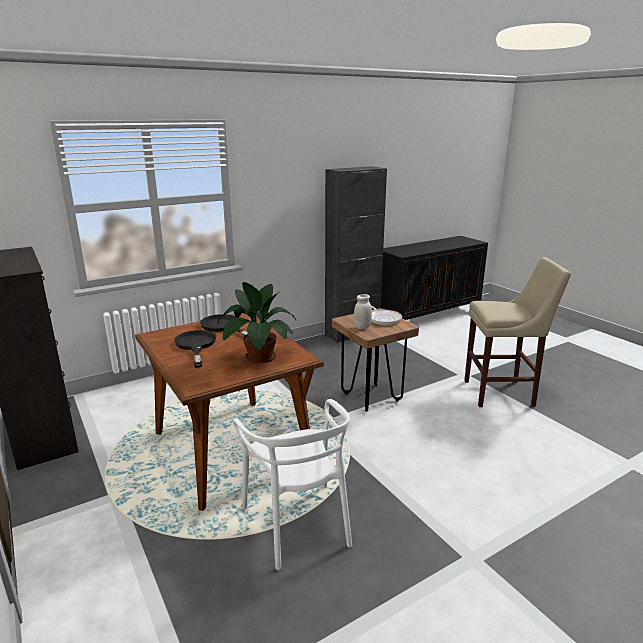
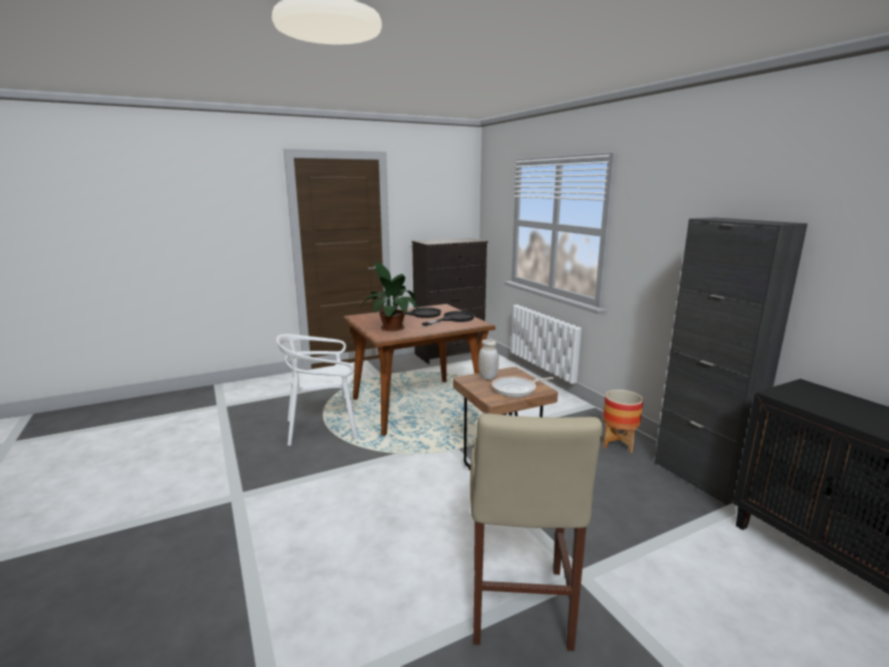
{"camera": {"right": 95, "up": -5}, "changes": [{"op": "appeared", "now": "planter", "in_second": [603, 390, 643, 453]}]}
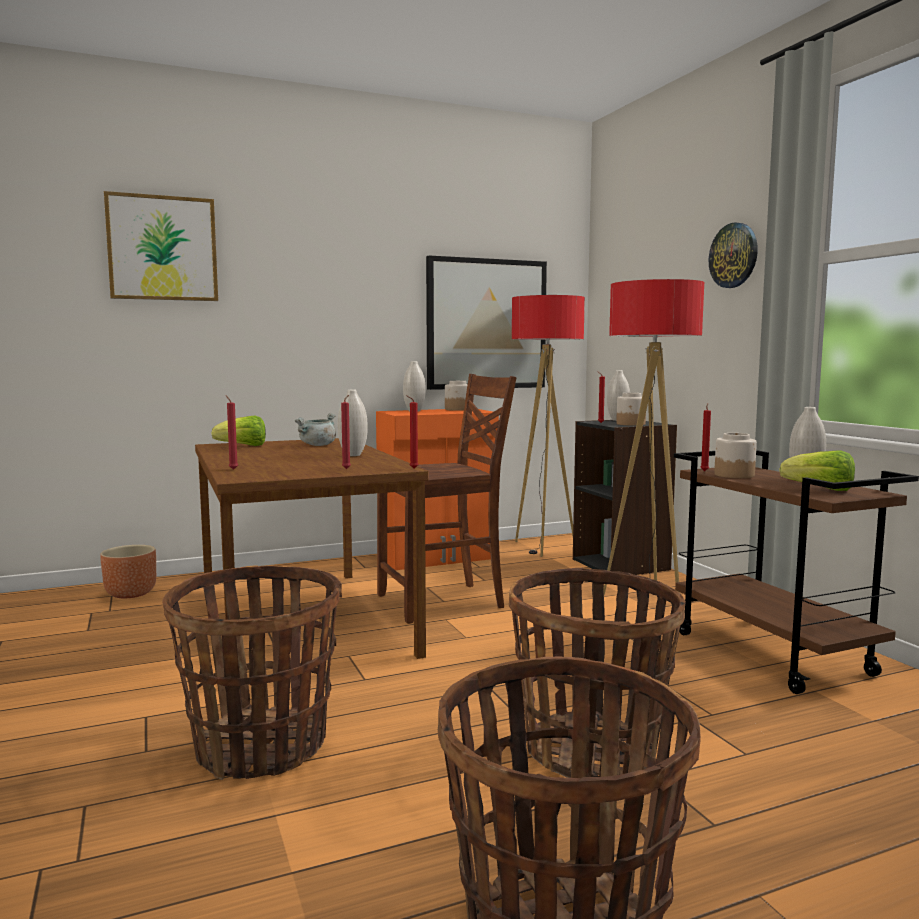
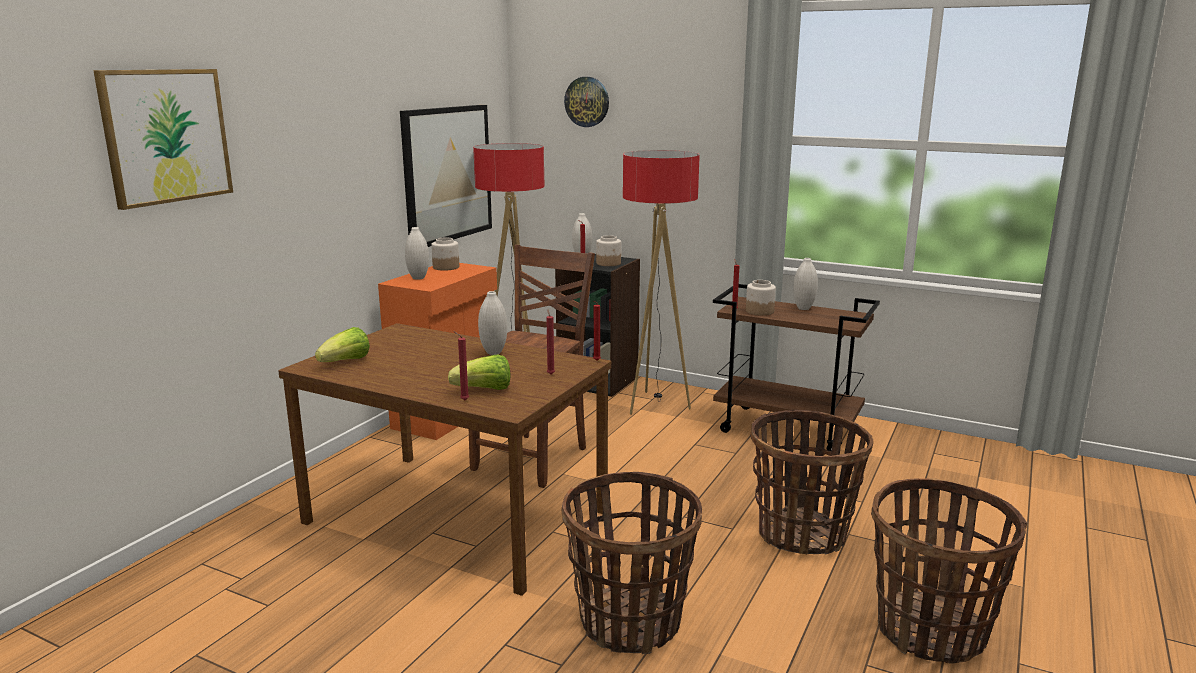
{"camera": {"right": -40, "up": 10}, "changes": [{"op": "missing", "was": "planter in brown", "in_first": [100, 545, 156, 598]}, {"op": "missing", "was": "saucepot in grey", "in_first": [295, 413, 336, 446]}, {"op": "relocated", "was": "wall clock", "in_first": [709, 222, 758, 288], "in_second": [564, 77, 609, 127]}, {"op": "relocated", "was": "lettuce head", "in_first": [779, 451, 855, 491], "in_second": [448, 354, 510, 390]}]}
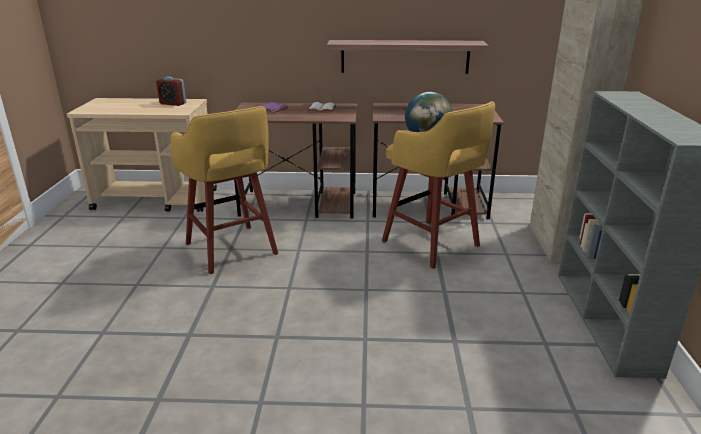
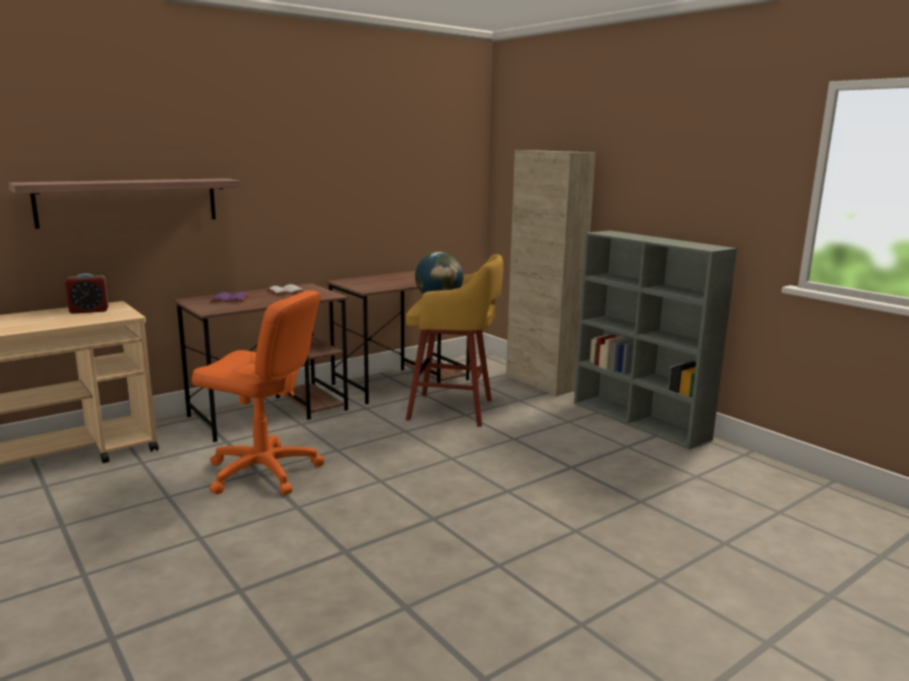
{"camera": {"right": -40, "up": -10}, "changes": [{"op": "exchanged", "was": "sitting stool in yellowish", "now": "desk chair in orangey", "in_first": [171, 106, 278, 274], "in_second": [192, 290, 324, 495]}, {"op": "relocated", "was": "wall shelf", "in_first": [327, 40, 489, 74], "in_second": [8, 178, 241, 229]}]}
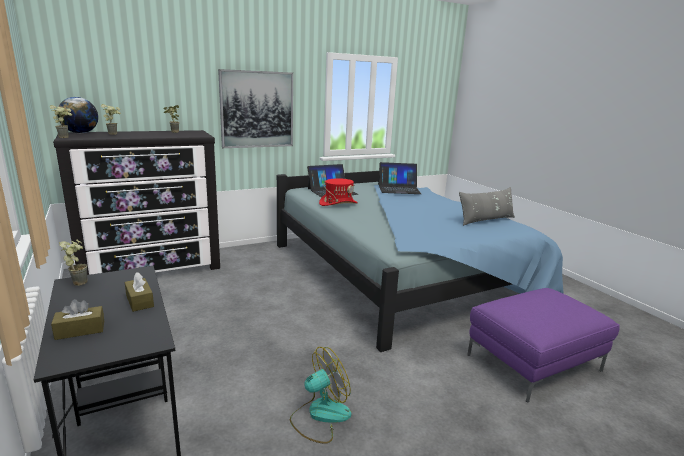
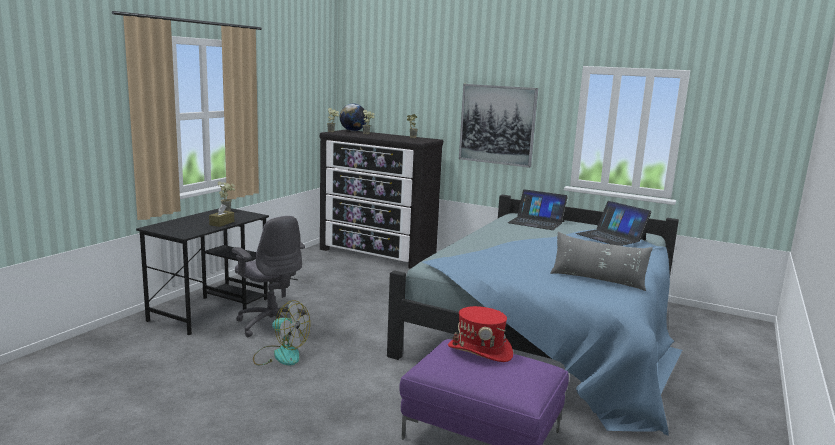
{"camera": {"right": 55, "up": -5}, "changes": [{"op": "missing", "was": "tissue holder in brown", "in_first": [51, 299, 104, 340]}, {"op": "relocated", "was": "hat in reddish", "in_first": [319, 178, 358, 206], "in_second": [448, 306, 513, 362]}, {"op": "appeared", "now": "desk chair in grey", "in_second": [232, 216, 307, 337]}]}
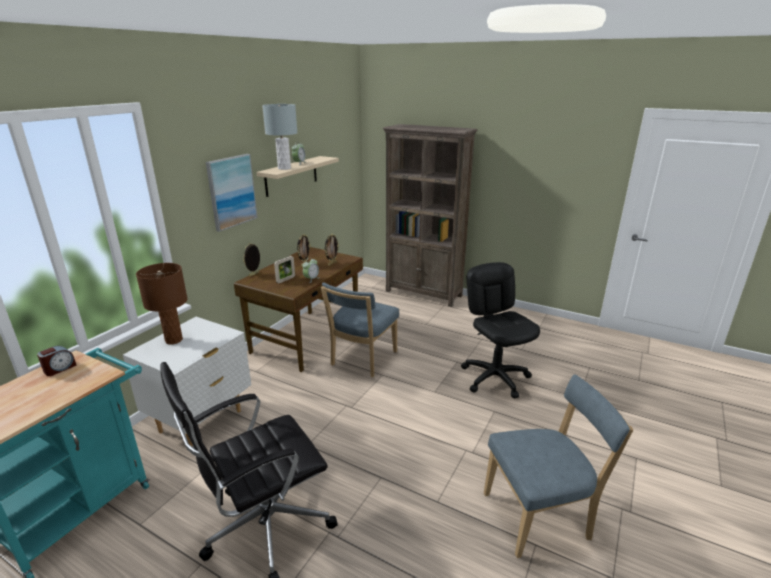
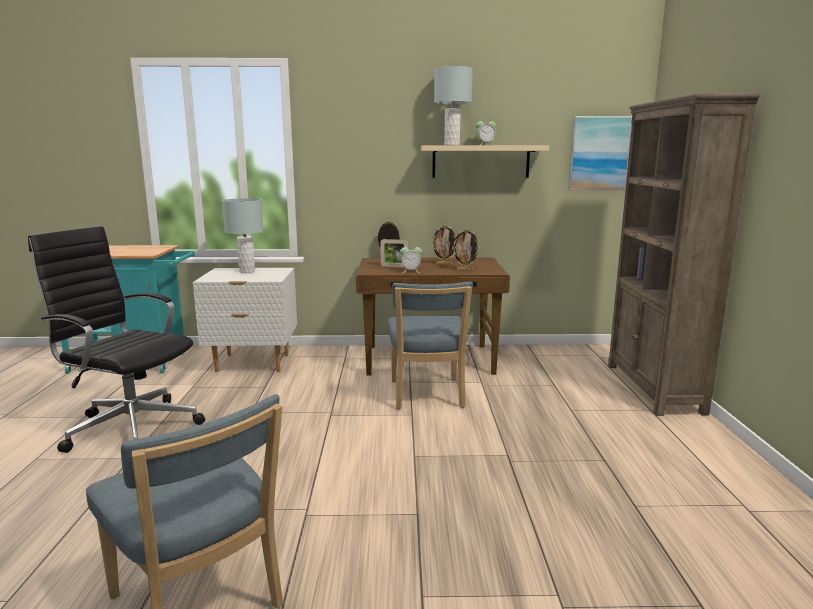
{"camera": {"right": 60, "up": -10}, "changes": [{"op": "missing", "was": "alarm clock", "in_first": [37, 346, 77, 376]}, {"op": "colour", "was": "lamp for a table in brown", "now": "lamp for a table in grey", "in_first": [136, 263, 187, 344], "in_second": [222, 198, 264, 273]}, {"op": "relocated", "was": "wall art", "in_first": [206, 154, 258, 232], "in_second": [568, 116, 632, 191]}, {"op": "spun", "was": "chair in blue", "in_first": [321, 283, 399, 377], "in_second": [388, 282, 473, 410], "clockwise": -90}, {"op": "missing", "was": "desk chair in black-coloured", "in_first": [461, 262, 540, 399]}]}
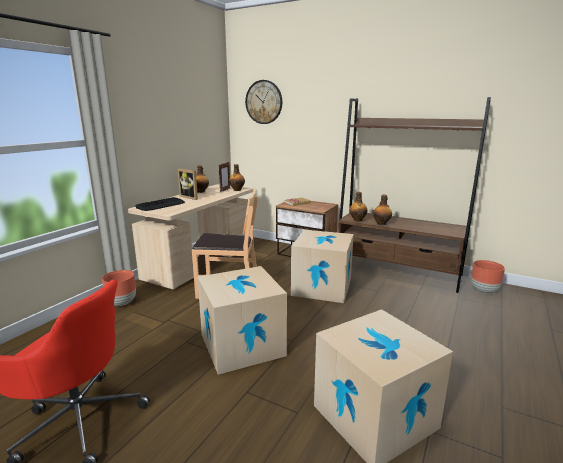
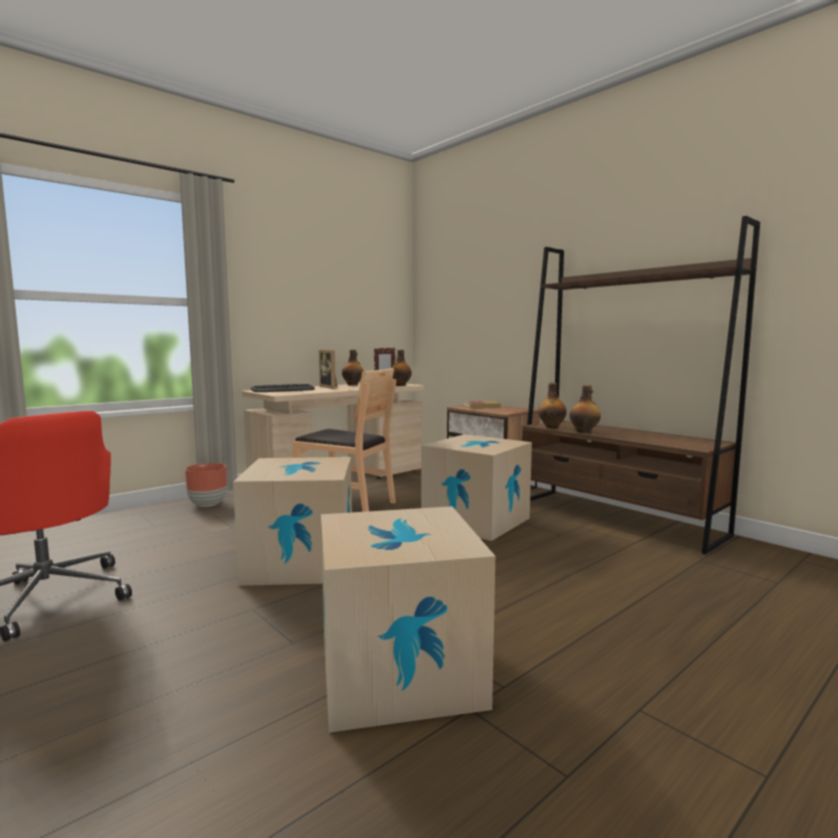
{"camera": {"right": 20, "up": -10}, "changes": [{"op": "missing", "was": "wall clock", "in_first": [245, 80, 282, 124]}, {"op": "missing", "was": "planter in brown", "in_first": [471, 260, 505, 294]}]}
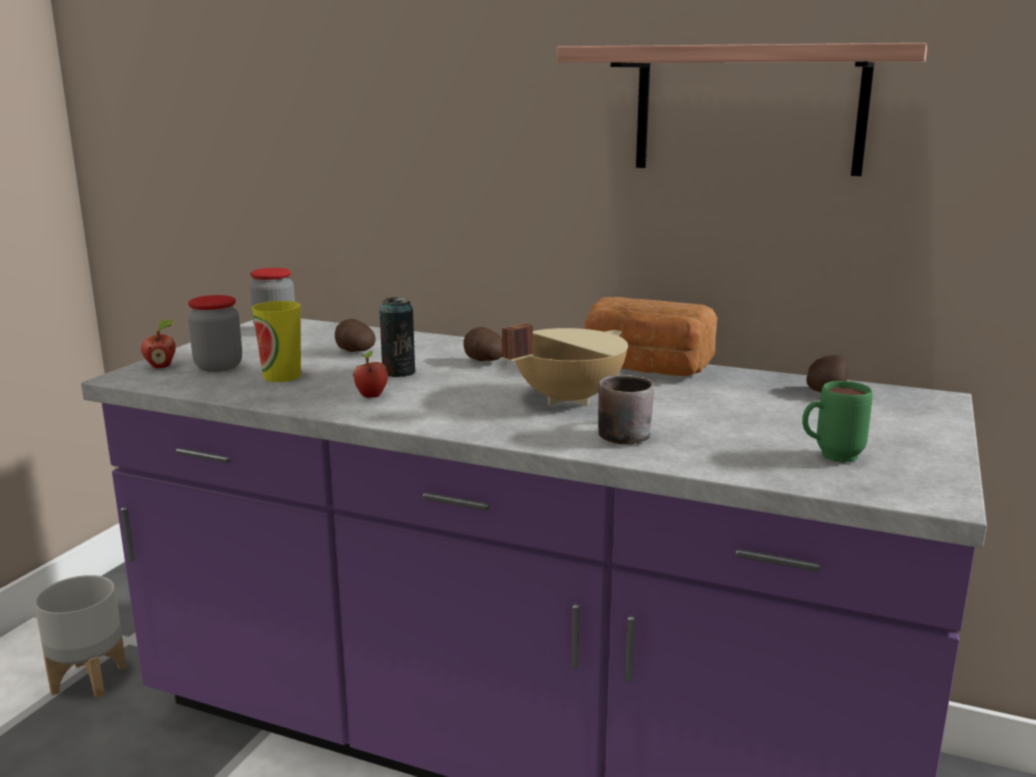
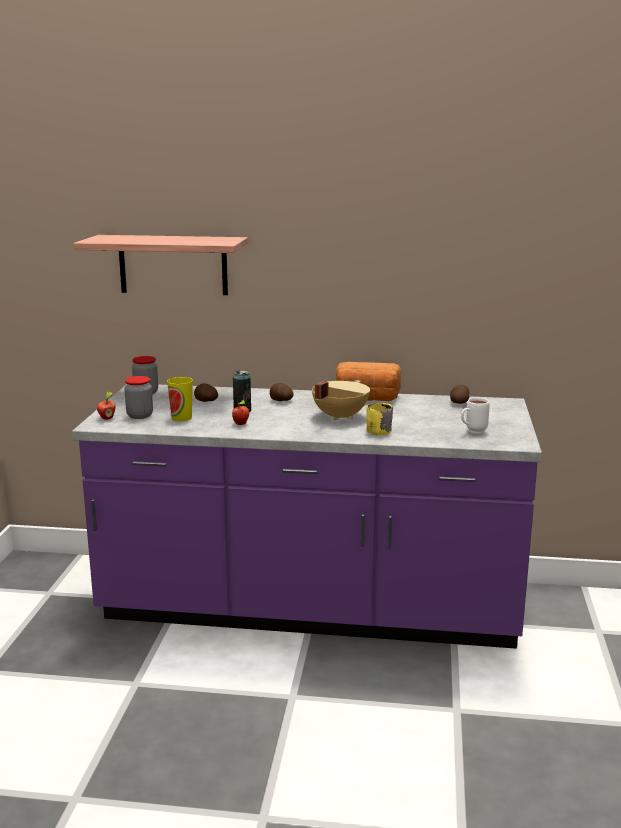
{"camera": {"right": -15, "up": 0}, "changes": [{"op": "missing", "was": "planter in grey", "in_first": [34, 575, 127, 698]}, {"op": "relocated", "was": "wall shelf", "in_first": [557, 43, 927, 176], "in_second": [74, 235, 248, 295]}, {"op": "colour", "was": "mug in brown", "now": "mug in yellowish", "in_first": [598, 375, 654, 445], "in_second": [367, 403, 393, 435]}, {"op": "colour", "was": "mug in green", "now": "mug in whitish", "in_first": [802, 381, 873, 462], "in_second": [461, 398, 490, 434]}]}
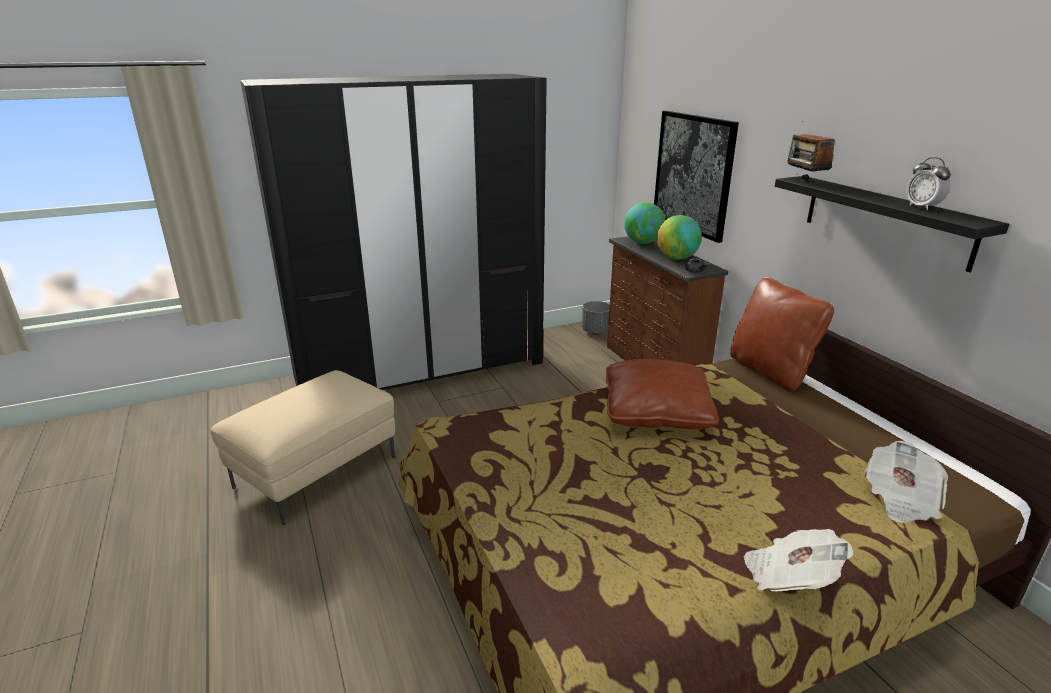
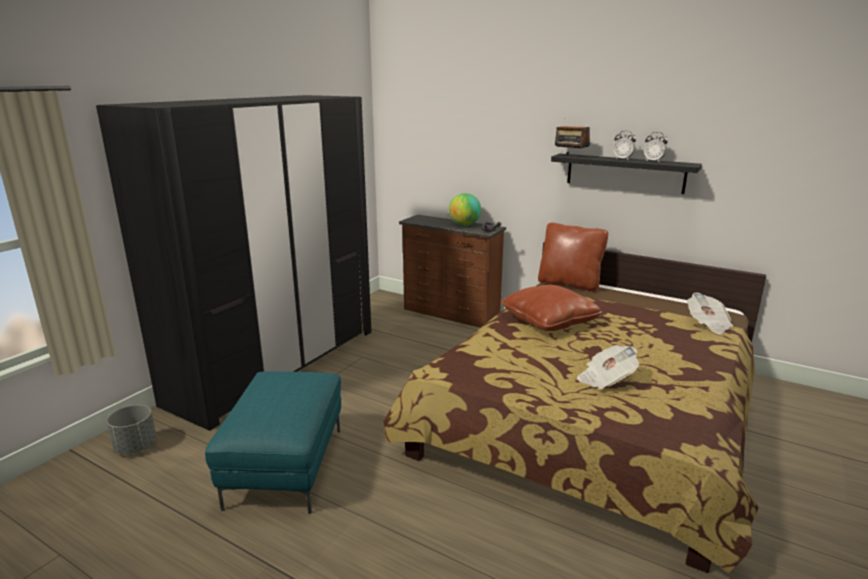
{"camera": {"right": -35, "up": -5}, "changes": [{"op": "colour", "was": "ottoman in beige-coloured", "now": "ottoman in turquoise", "in_first": [210, 370, 395, 525], "in_second": [205, 371, 341, 514]}, {"op": "relocated", "was": "planter in grey", "in_first": [582, 301, 610, 335], "in_second": [107, 405, 157, 454]}, {"op": "missing", "was": "world globe", "in_first": [624, 202, 665, 244]}, {"op": "missing", "was": "wall art", "in_first": [654, 111, 739, 243]}, {"op": "relocated", "was": "daily paper", "in_first": [744, 529, 853, 591], "in_second": [577, 345, 639, 390]}, {"op": "appeared", "now": "alarm clock", "in_second": [613, 131, 636, 160]}]}
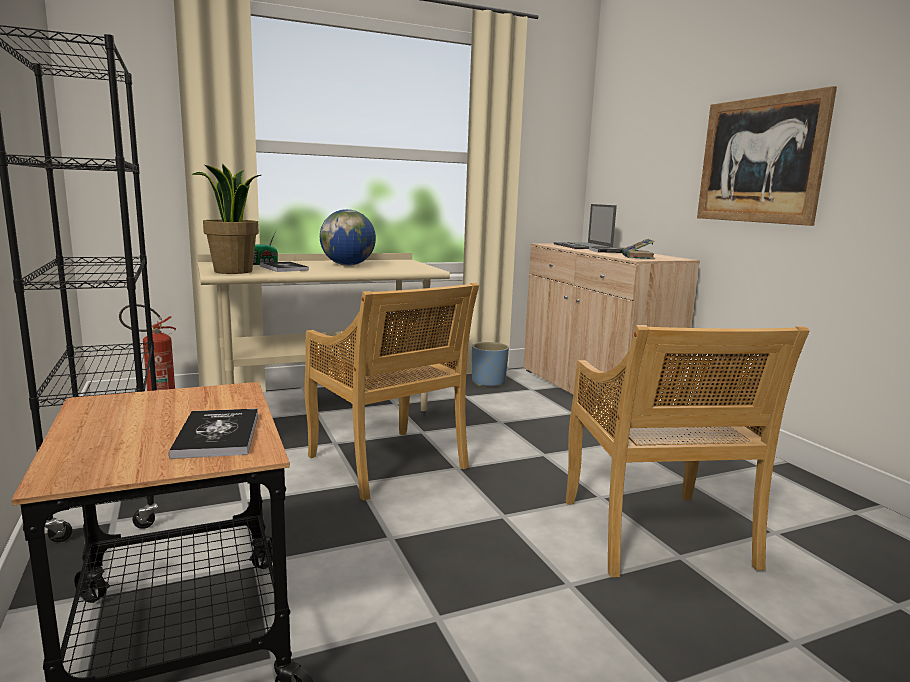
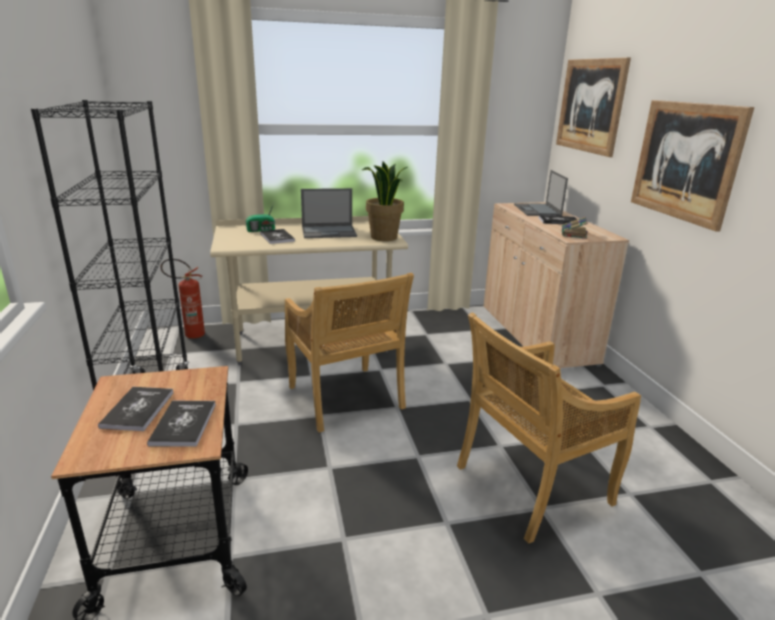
{"camera": {"right": 10, "up": 10}, "changes": [{"op": "relocated", "was": "plant in a pot", "in_first": [192, 164, 261, 274], "in_second": [362, 162, 407, 241]}, {"op": "exchanged", "was": "world globe", "now": "portable computer", "in_first": [320, 209, 376, 266], "in_second": [301, 188, 357, 238]}, {"op": "missing", "was": "planter in blue", "in_first": [472, 342, 509, 386]}, {"op": "spun", "was": "chair in beige-coloured", "in_first": [566, 325, 810, 577], "in_second": [457, 312, 641, 543], "clockwise": 60}, {"op": "appeared", "now": "book", "in_second": [98, 387, 173, 431]}, {"op": "appeared", "now": "wall art", "in_second": [556, 57, 631, 157]}]}
